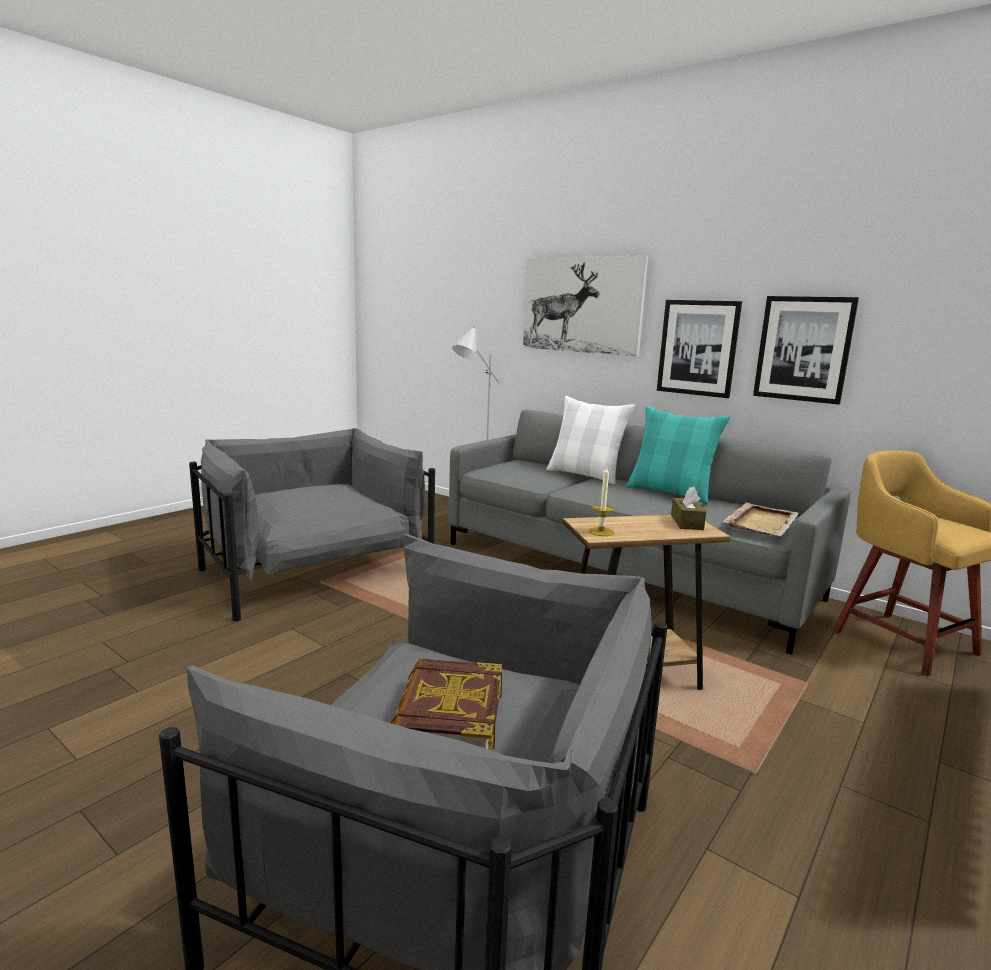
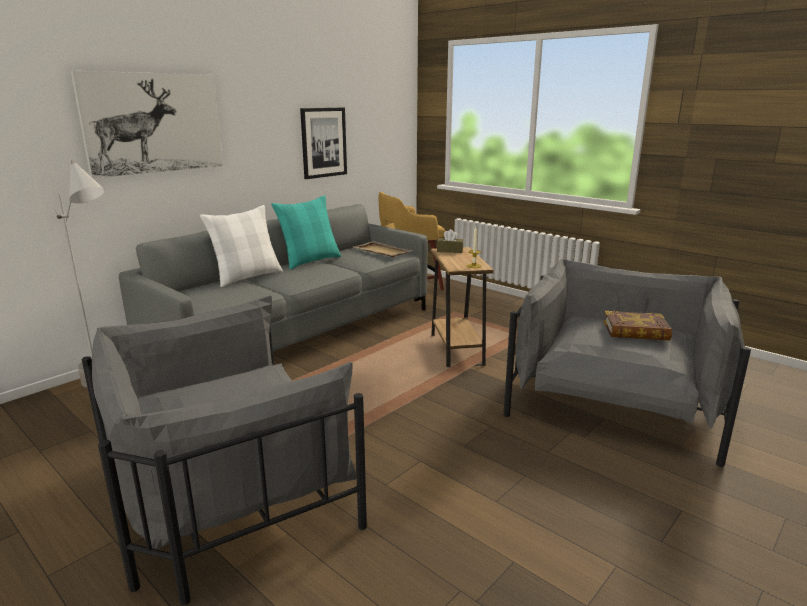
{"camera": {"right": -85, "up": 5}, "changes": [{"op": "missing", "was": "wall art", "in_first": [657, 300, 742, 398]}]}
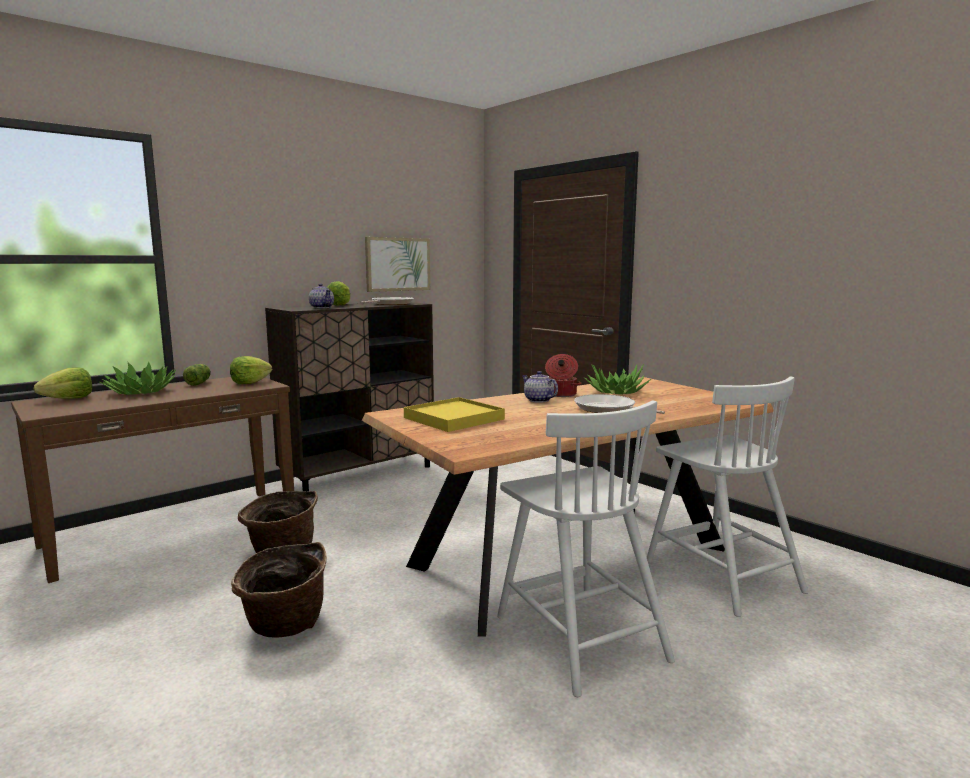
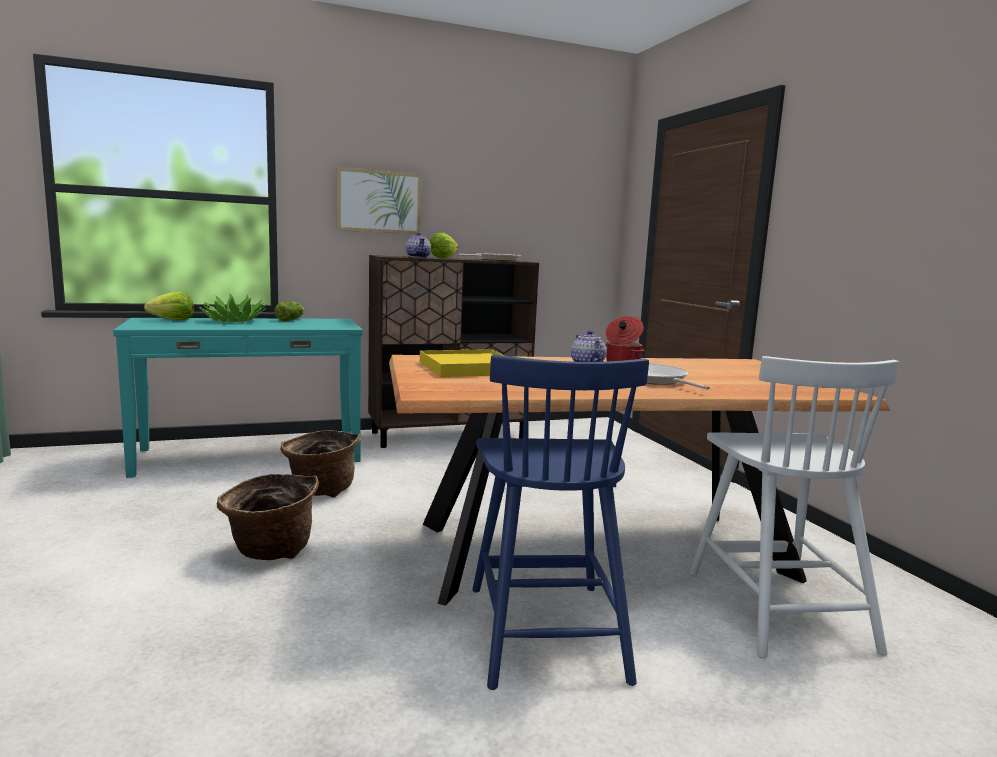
{"camera": {"right": 20, "up": 0}, "changes": [{"op": "colour", "was": "console table in brown", "now": "console table in turquoise", "in_first": [11, 377, 294, 583], "in_second": [113, 318, 363, 478]}, {"op": "missing", "was": "lettuce head", "in_first": [230, 356, 272, 384]}, {"op": "relocated", "was": "wall art", "in_first": [365, 237, 430, 292], "in_second": [336, 167, 422, 234]}, {"op": "colour", "was": "chair in whitish", "now": "chair in blue", "in_first": [497, 400, 675, 697], "in_second": [472, 355, 649, 690]}, {"op": "missing", "was": "plant in a pot", "in_first": [584, 364, 651, 394]}]}
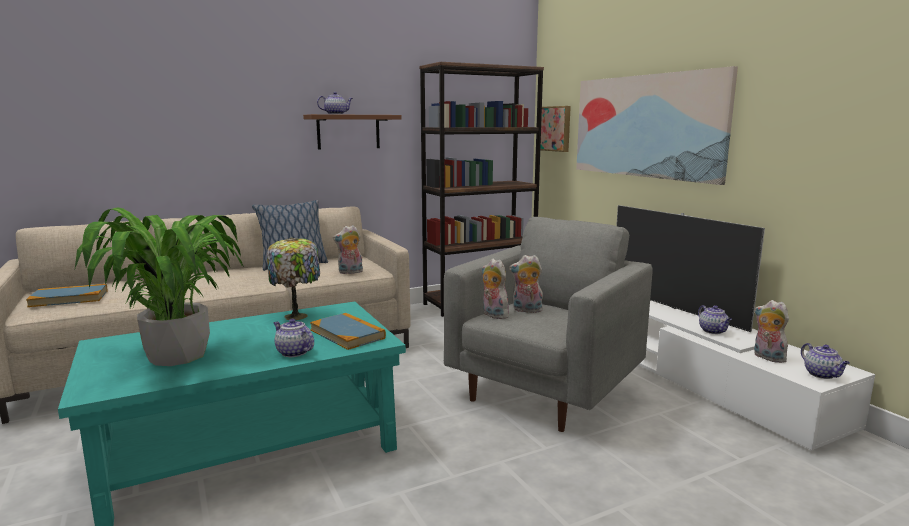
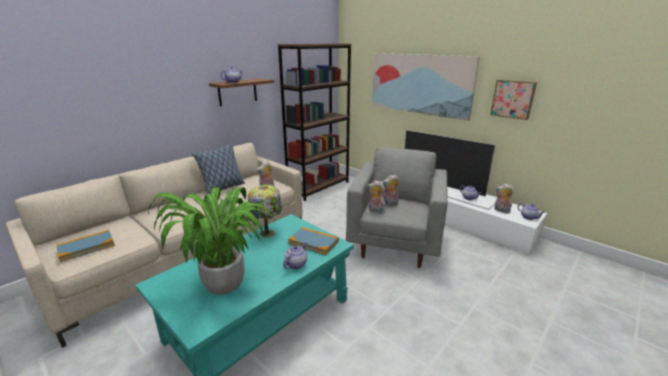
{"camera": {"right": -20, "up": 10}, "changes": [{"op": "spun", "was": "tea pot", "in_first": [273, 318, 314, 357], "in_second": [283, 242, 307, 269], "clockwise": 105}, {"op": "relocated", "was": "wall art", "in_first": [540, 106, 571, 152], "in_second": [490, 79, 537, 120]}]}
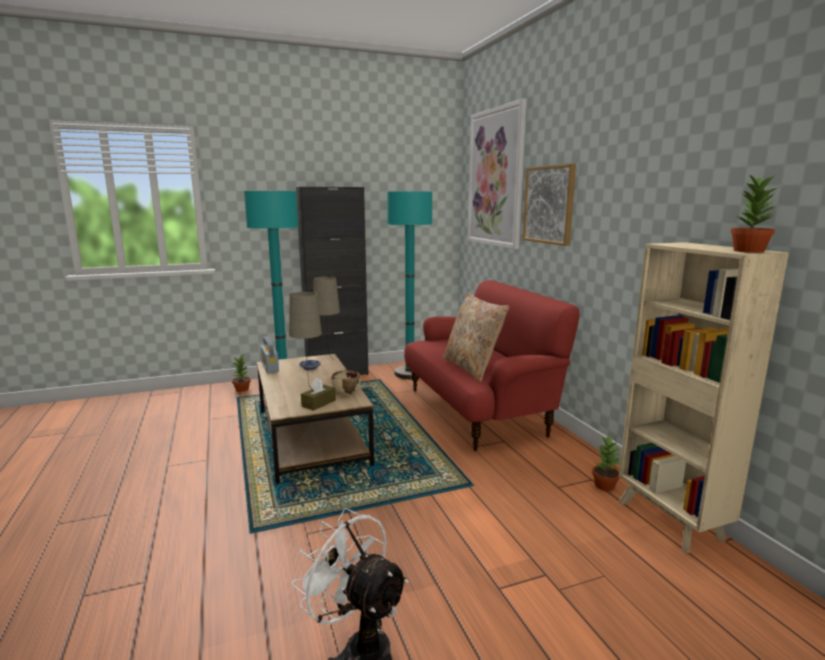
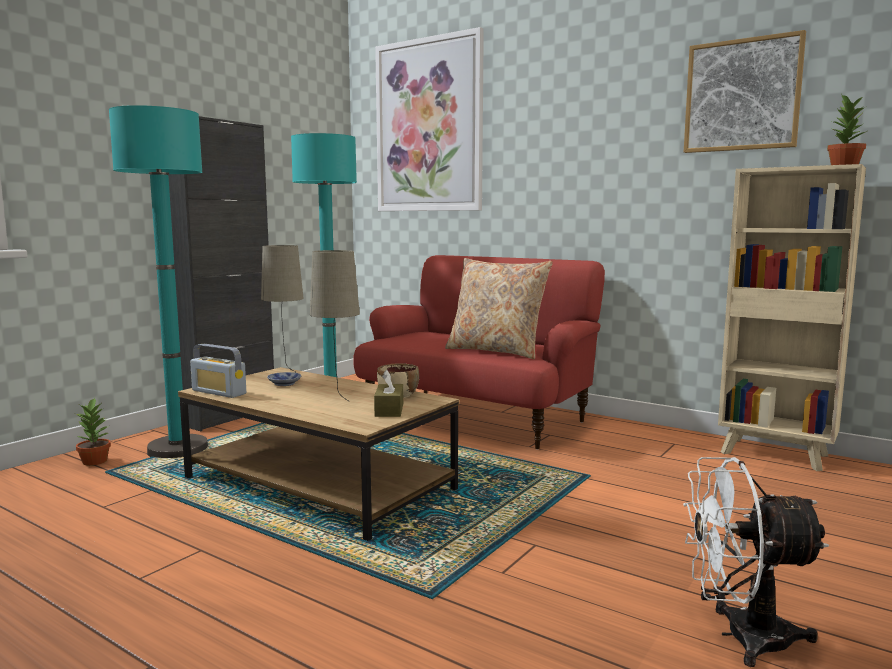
{"camera": {"right": -35, "up": -5}, "changes": [{"op": "relocated", "was": "wall art", "in_first": [523, 164, 576, 246], "in_second": [684, 30, 806, 153]}, {"op": "missing", "was": "plant in a pot", "in_first": [592, 435, 621, 491]}]}
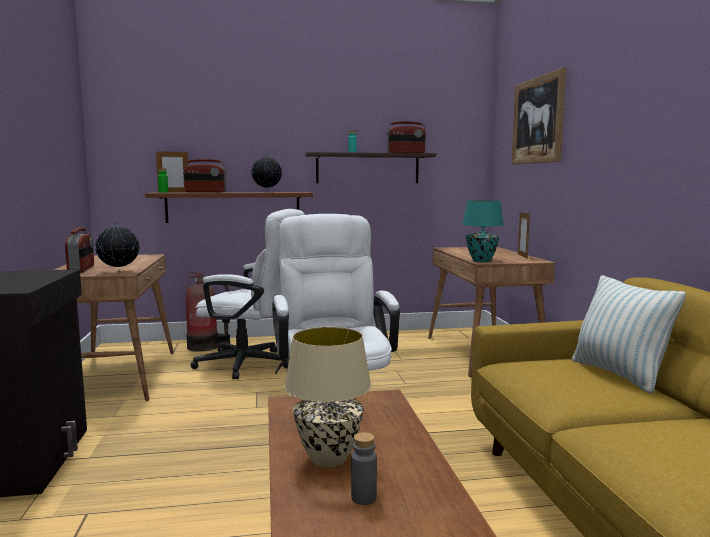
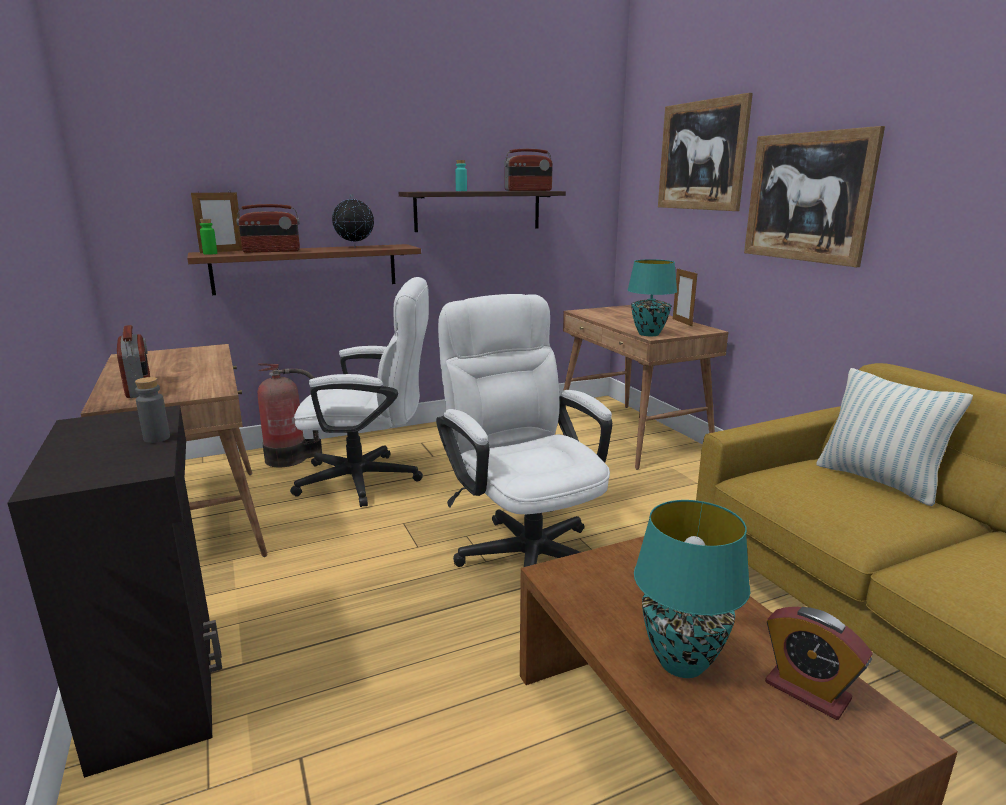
{"camera": {"right": -15, "up": 10}, "changes": [{"op": "missing", "was": "world globe", "in_first": [95, 221, 140, 273]}, {"op": "colour", "was": "lamp for a table in beige-coloured", "now": "lamp for a table in turquoise", "in_first": [285, 327, 371, 467], "in_second": [634, 500, 750, 678]}, {"op": "relocated", "was": "drink bottle in grey", "in_first": [351, 432, 377, 505], "in_second": [135, 377, 170, 443]}, {"op": "appeared", "now": "wall art", "in_second": [744, 126, 885, 267]}, {"op": "appeared", "now": "alarm clock", "in_second": [765, 607, 873, 720]}]}
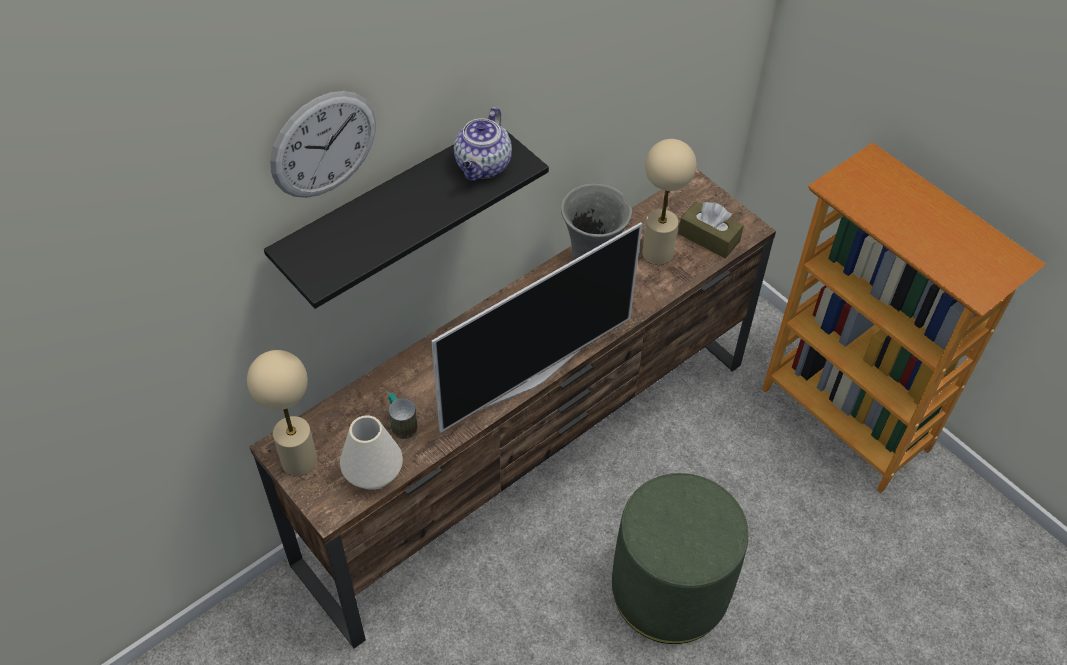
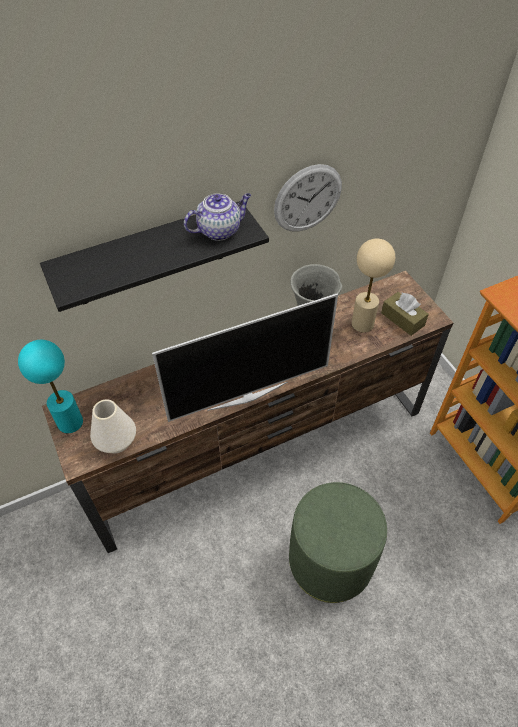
{"camera": {"right": 15, "up": 0}, "changes": [{"op": "colour", "was": "lamp for a table in beige-coloured", "now": "lamp for a table in turquoise", "in_first": [247, 350, 317, 477], "in_second": [18, 340, 83, 433]}, {"op": "relocated", "was": "wall clock", "in_first": [270, 91, 376, 198], "in_second": [274, 164, 342, 232]}, {"op": "missing", "was": "mug", "in_first": [388, 393, 418, 439]}, {"op": "spun", "was": "tea pot", "in_first": [454, 107, 512, 181], "in_second": [184, 193, 251, 241], "clockwise": -150}]}
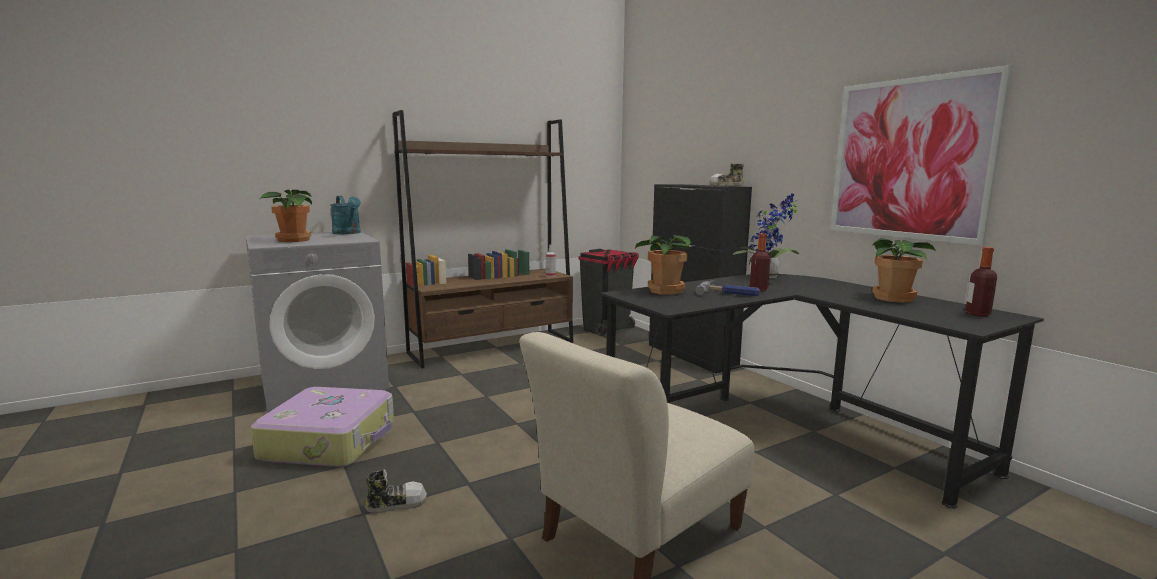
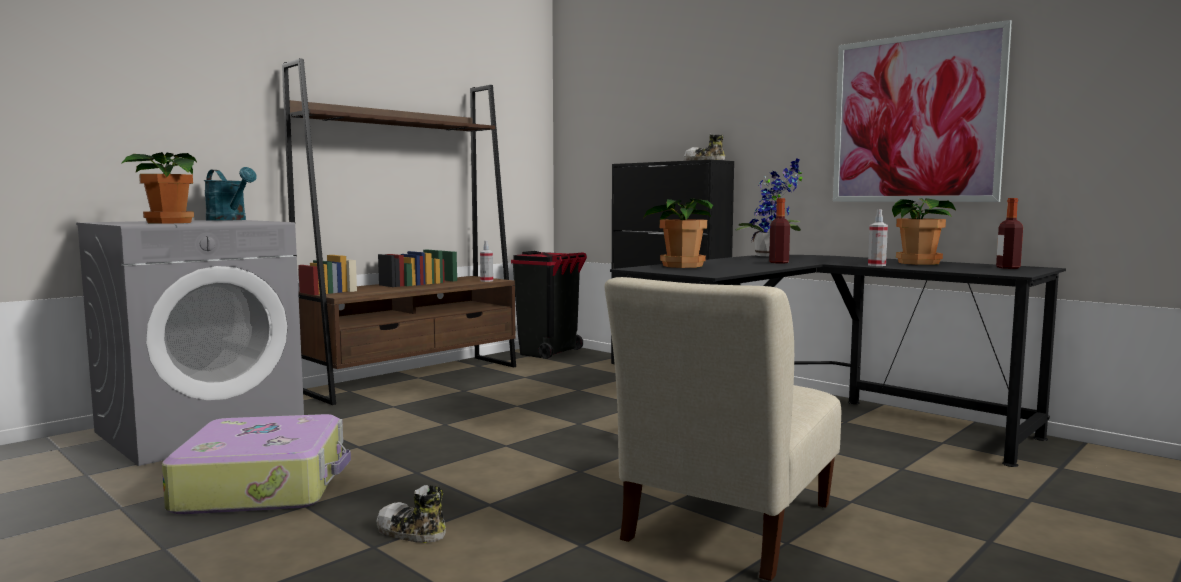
{"camera": {"right": -15, "up": -5}, "changes": [{"op": "spun", "was": "shoe", "in_first": [364, 470, 427, 514], "in_second": [377, 485, 446, 543], "clockwise": -120}, {"op": "missing", "was": "hand hammer", "in_first": [695, 281, 760, 296]}, {"op": "appeared", "now": "spray bottle", "in_second": [868, 209, 888, 266]}]}
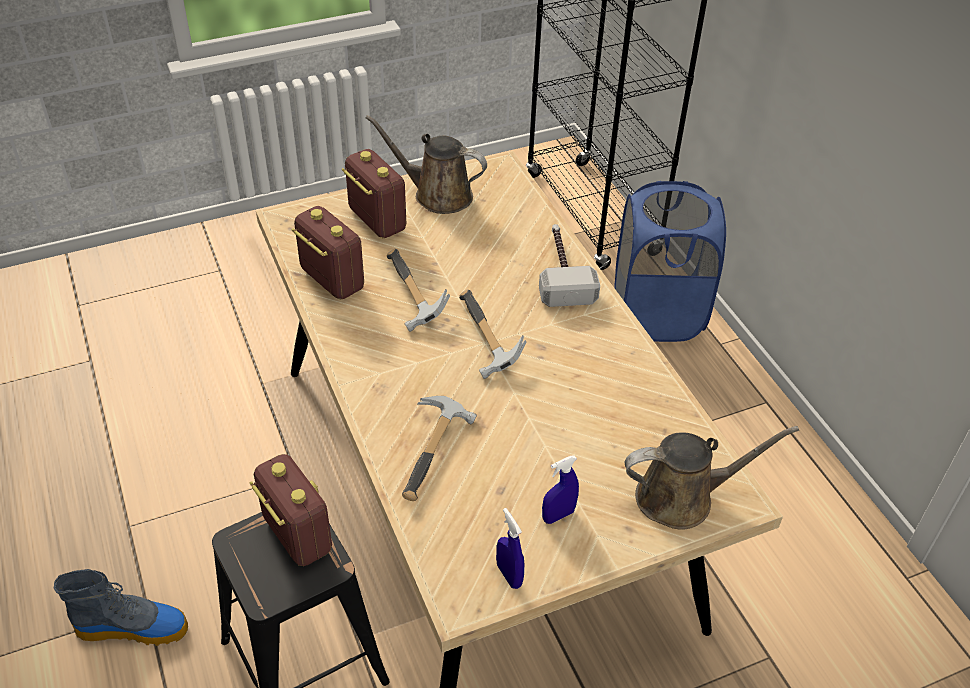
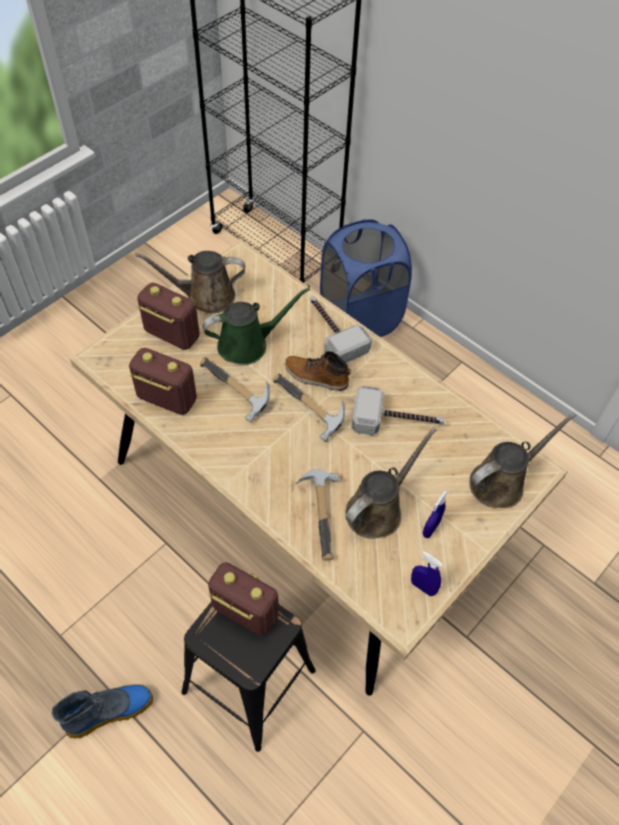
{"camera": {"right": -25, "up": 10}, "changes": [{"op": "appeared", "now": "sprinkling can in green", "in_second": [202, 287, 310, 365]}, {"op": "appeared", "now": "boot", "in_second": [285, 351, 351, 391]}, {"op": "appeared", "now": "sprinkling can in brown", "in_second": [345, 428, 436, 539]}, {"op": "appeared", "now": "hand hammer", "in_second": [351, 386, 445, 435]}]}
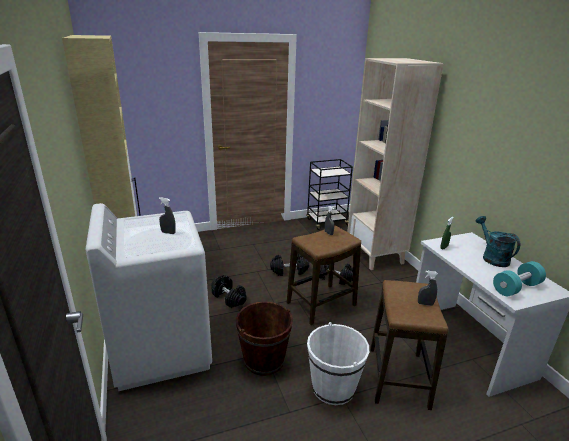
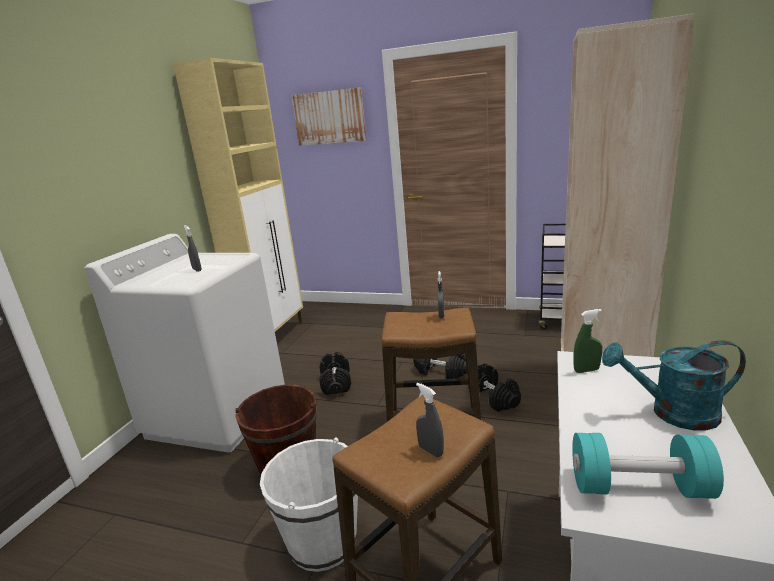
{"camera": {"right": 40, "up": -5}, "changes": [{"op": "spun", "was": "sprinkling can in turquoise", "in_first": [476, 216, 520, 267], "in_second": [602, 340, 746, 430], "clockwise": -105}, {"op": "appeared", "now": "wall art", "in_second": [291, 88, 366, 146]}]}
